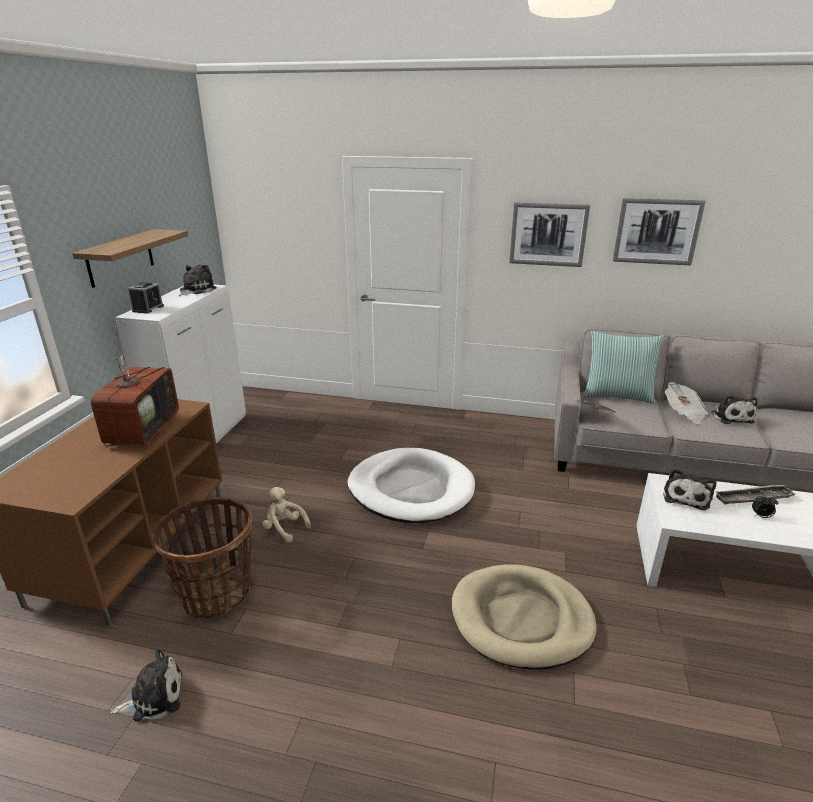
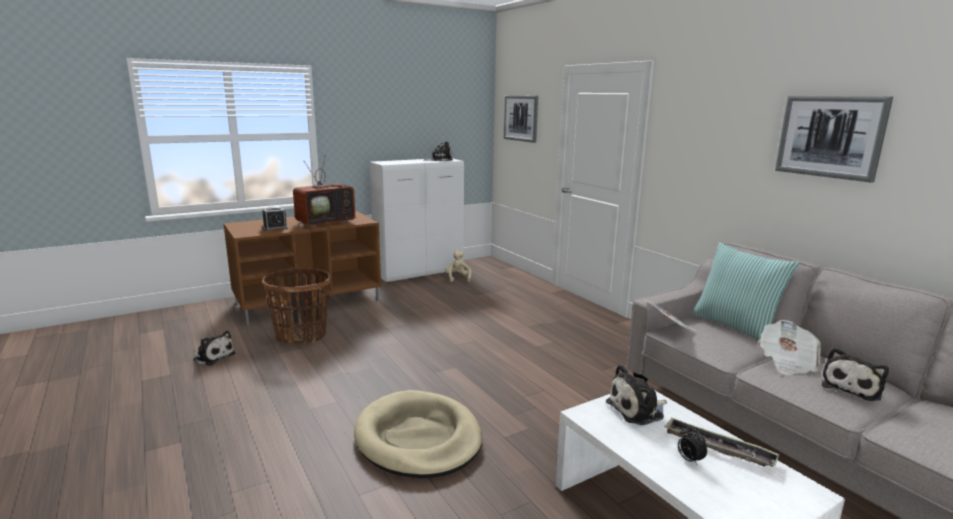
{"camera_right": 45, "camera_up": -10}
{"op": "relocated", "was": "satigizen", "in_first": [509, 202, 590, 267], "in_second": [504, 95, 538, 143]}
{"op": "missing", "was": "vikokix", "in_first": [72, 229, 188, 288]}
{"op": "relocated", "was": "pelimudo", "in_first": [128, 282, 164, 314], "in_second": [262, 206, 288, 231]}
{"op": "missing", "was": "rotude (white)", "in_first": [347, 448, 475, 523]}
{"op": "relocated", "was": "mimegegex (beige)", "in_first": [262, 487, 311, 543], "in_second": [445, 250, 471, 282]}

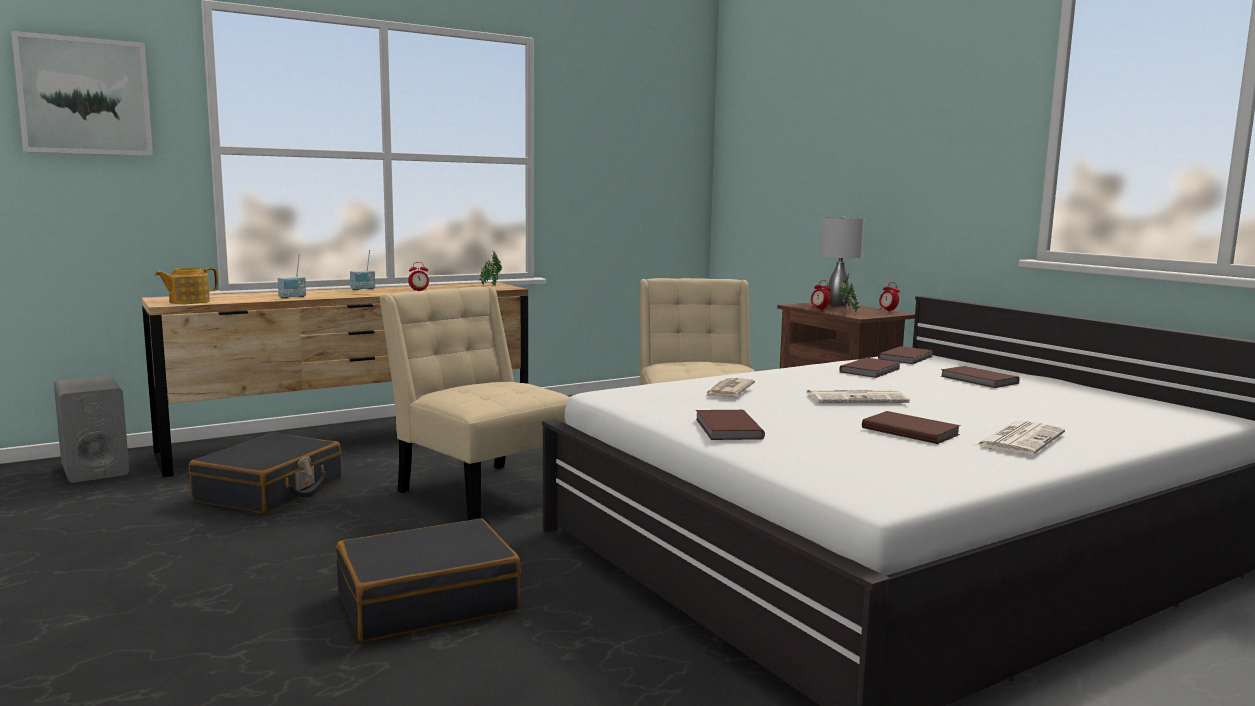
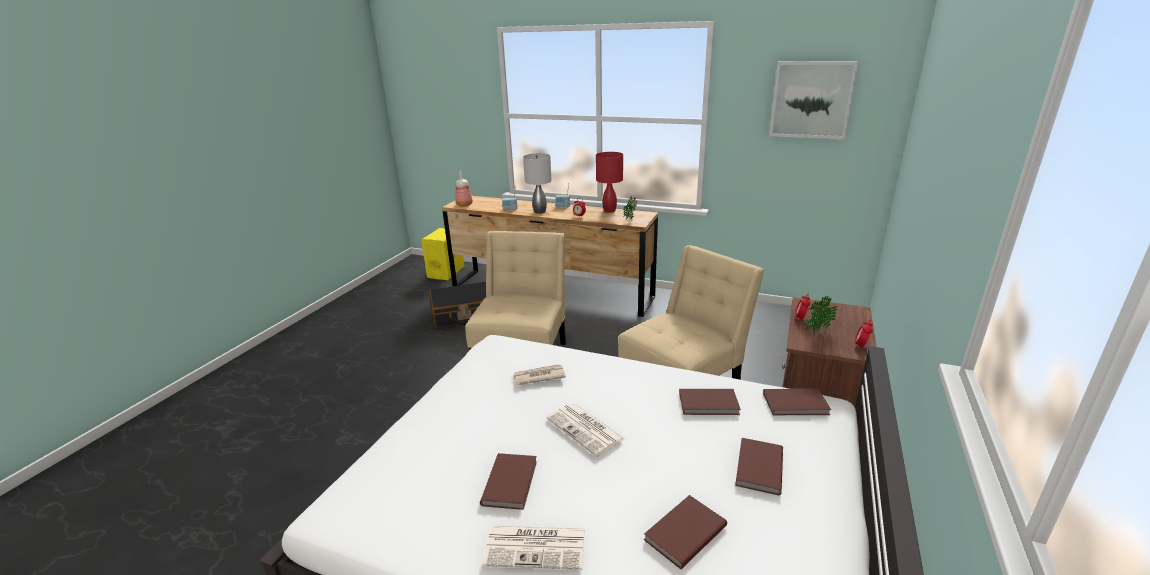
{"camera_right": 55, "camera_up": 15}
{"op": "relocated", "was": "satigizen", "in_first": [11, 31, 153, 156], "in_second": [769, 61, 858, 139]}
{"op": "relocated", "was": "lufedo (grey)", "in_first": [820, 216, 865, 306], "in_second": [523, 153, 552, 214]}
{"op": "exchanged", "was": "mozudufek", "now": "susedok", "in_first": [155, 267, 218, 304], "in_second": [455, 171, 473, 206]}
{"op": "colour", "was": "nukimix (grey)", "now": "nukimix (yellow)", "in_first": [54, 376, 129, 483], "in_second": [421, 228, 464, 280]}
{"op": "relocated", "was": "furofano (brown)", "in_first": [696, 410, 765, 440], "in_second": [644, 495, 727, 569]}
{"op": "missing", "was": "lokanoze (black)", "in_first": [336, 518, 521, 642]}
{"op": "appeared", "now": "lufedo (red)", "in_second": [596, 152, 623, 212]}

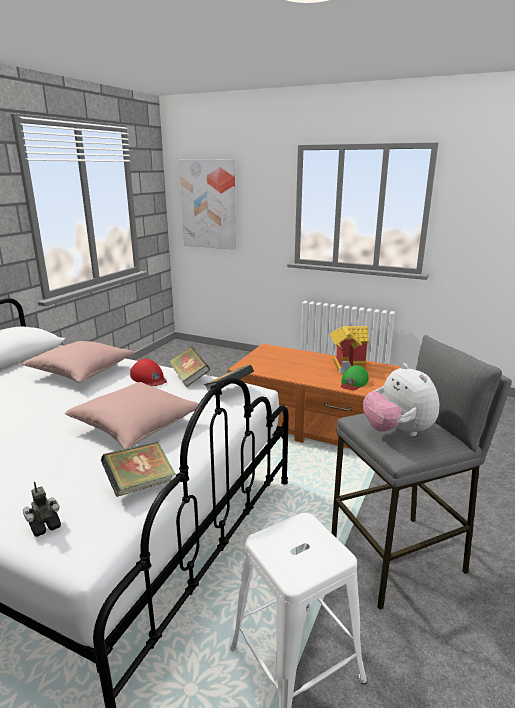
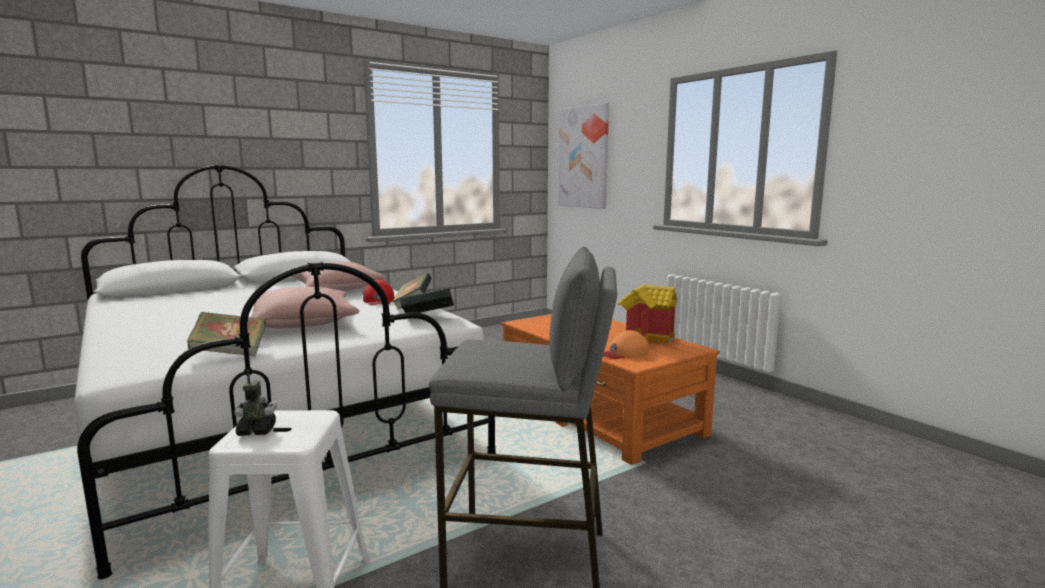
{"camera_right": 30, "camera_up": -10}
{"op": "missing", "was": "mimegegex", "in_first": [363, 363, 439, 436]}
{"op": "colour", "was": "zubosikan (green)", "now": "zubosikan (orange)", "in_first": [341, 365, 369, 390], "in_second": [603, 330, 649, 359]}
{"op": "relocated", "was": "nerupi", "in_first": [23, 481, 61, 537], "in_second": [234, 370, 277, 436]}

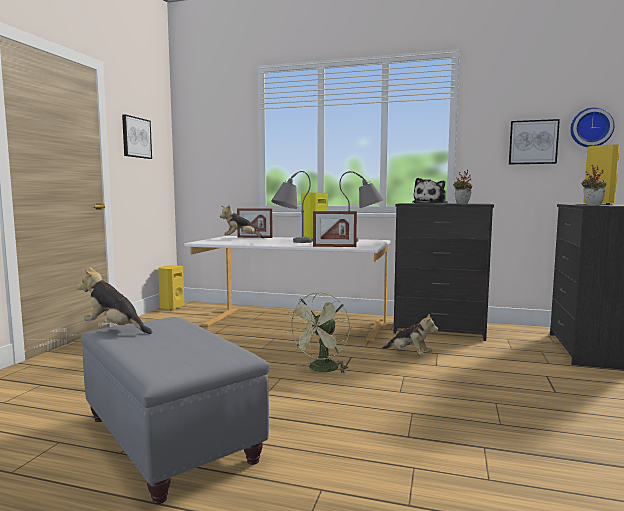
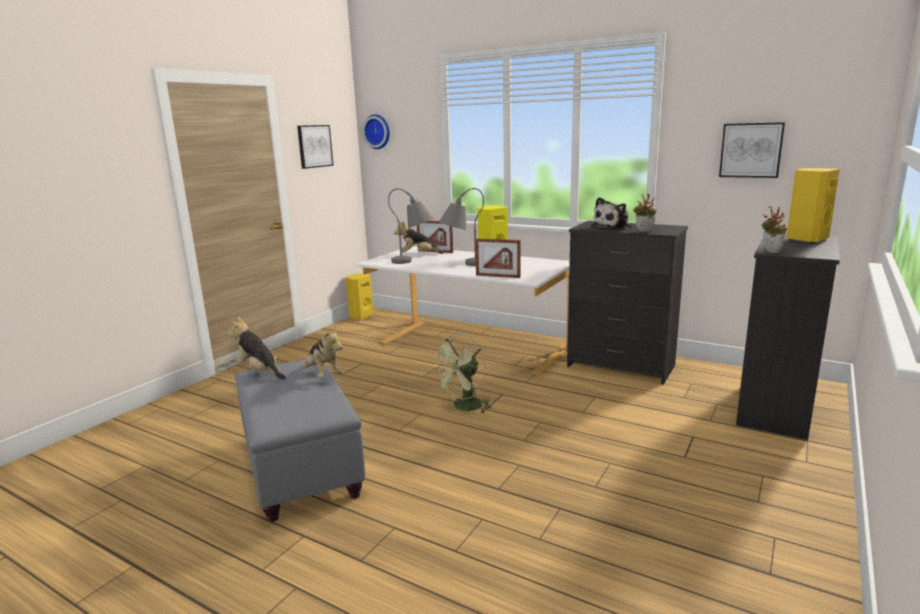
{"camera_right": 15, "camera_up": 10}
{"op": "relocated", "was": "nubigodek", "in_first": [570, 107, 615, 147], "in_second": [362, 114, 390, 149]}
{"op": "relocated", "was": "lufedo (grey)", "in_first": [339, 171, 384, 242], "in_second": [388, 188, 434, 264]}
{"op": "relocated", "was": "mimegegex", "in_first": [382, 314, 438, 355], "in_second": [303, 325, 342, 378]}

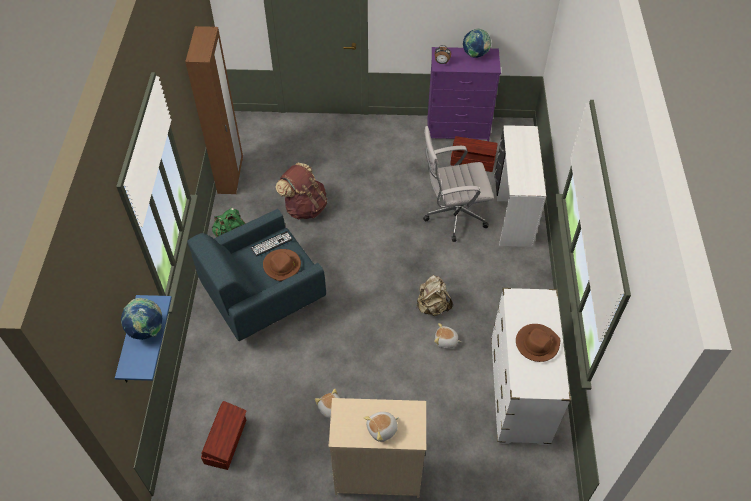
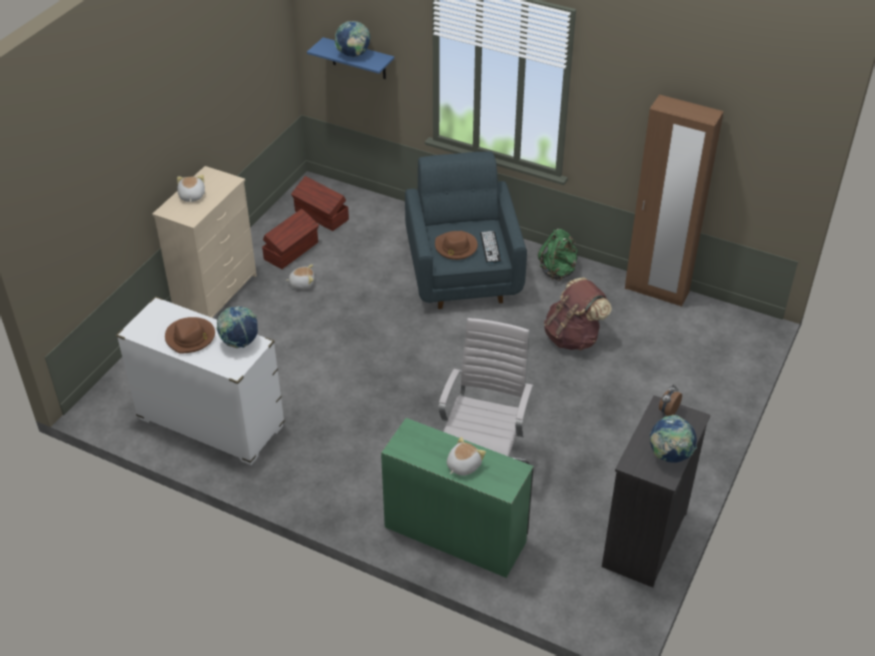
{"camera_right": 115, "camera_up": -10}
{"op": "colour", "was": "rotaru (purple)", "now": "rotaru (black)", "in_first": [427, 47, 501, 141], "in_second": [602, 395, 710, 587]}
{"op": "colour", "was": "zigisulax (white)", "now": "zigisulax (green)", "in_first": [494, 125, 546, 247], "in_second": [381, 418, 534, 578]}
{"op": "relocated", "was": "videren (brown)", "in_first": [450, 136, 498, 172], "in_second": [262, 209, 319, 269]}
{"op": "missing", "was": "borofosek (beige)", "in_first": [417, 275, 453, 316]}
{"op": "relocated", "was": "mimegegex", "in_first": [434, 323, 461, 349], "in_second": [447, 437, 486, 476]}
{"op": "appeared", "now": "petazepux", "in_second": [217, 306, 258, 348]}

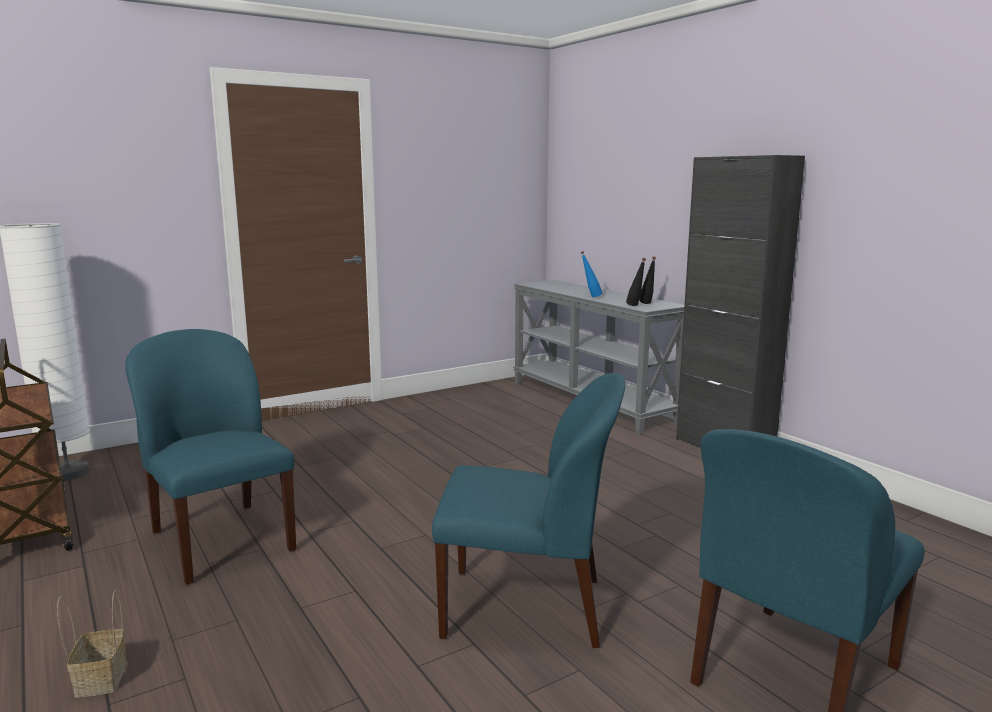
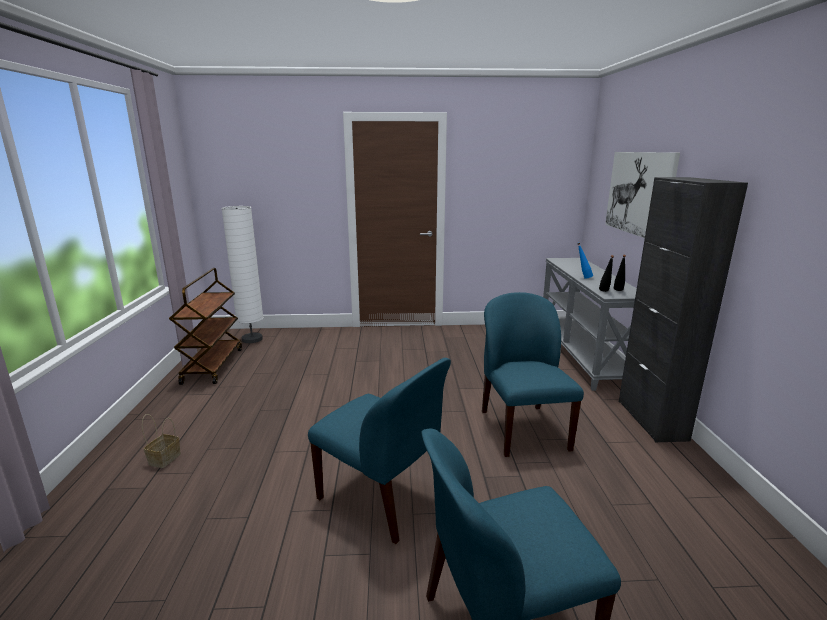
{"camera_right": 30, "camera_up": 5}
{"op": "relocated", "was": "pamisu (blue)", "in_first": [125, 329, 296, 585], "in_second": [482, 292, 584, 457]}
{"op": "appeared", "now": "satigizen", "in_second": [605, 152, 680, 238]}

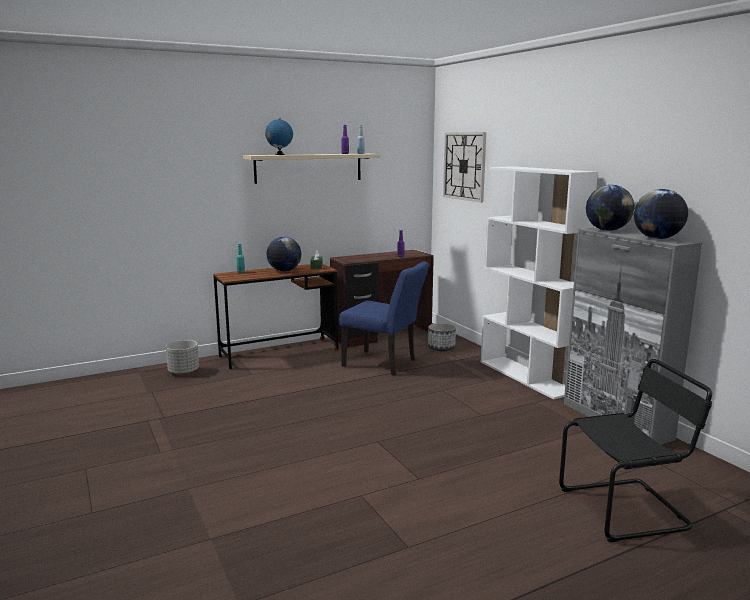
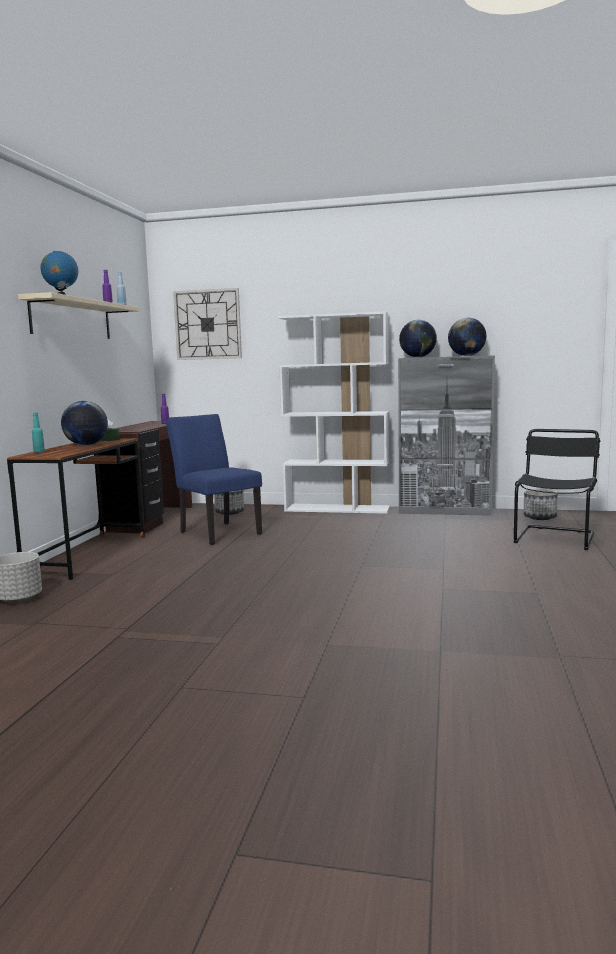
{"camera_right": -50, "camera_up": -5}
{"op": "spun", "was": "pamisu (blue)", "in_first": [339, 261, 429, 376], "in_second": [166, 414, 262, 545], "clockwise": -105}
{"op": "appeared", "now": "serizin", "in_second": [524, 489, 558, 520]}

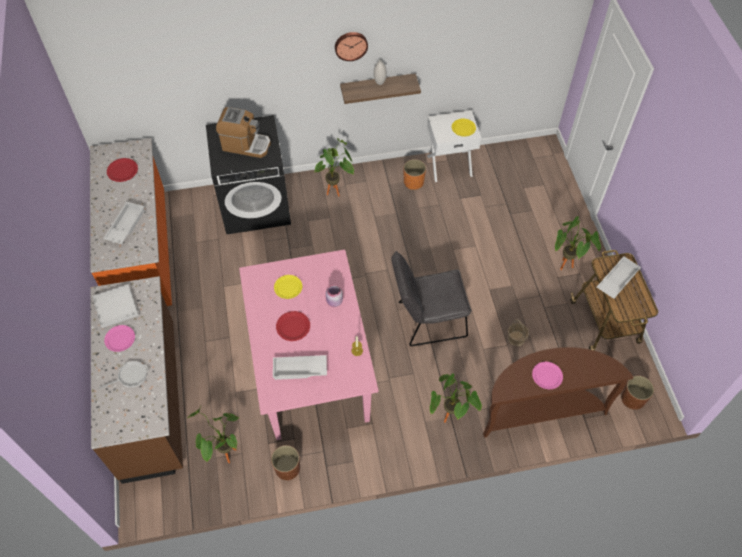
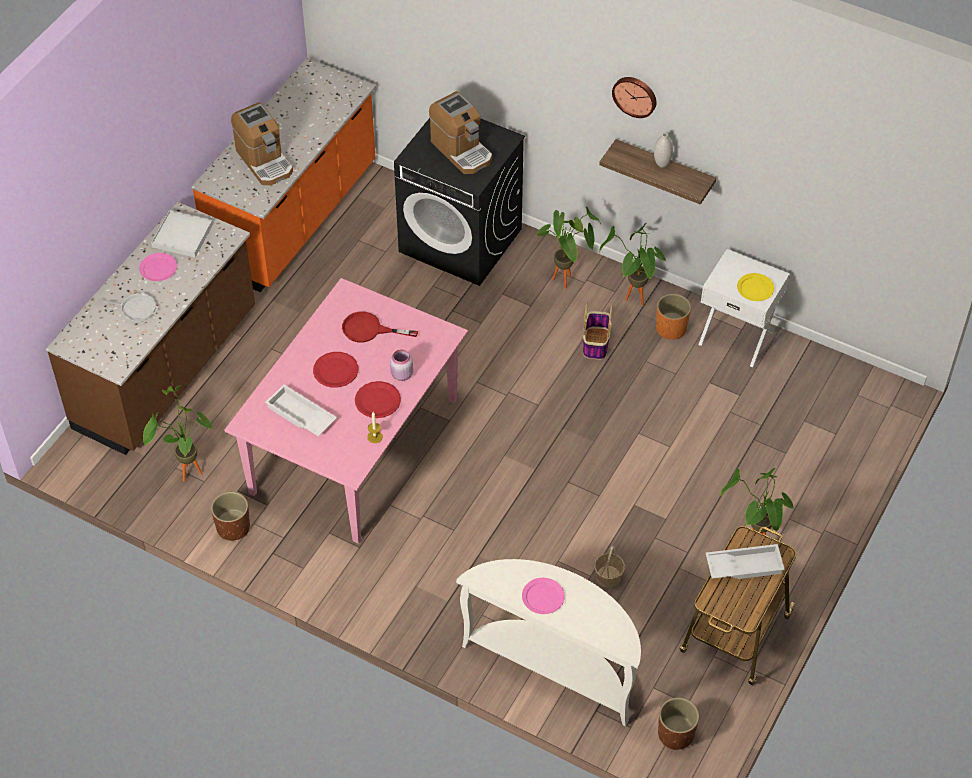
{"camera_right": 40, "camera_up": -5}
{"op": "relocated", "was": "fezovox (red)", "in_first": [107, 158, 138, 182], "in_second": [355, 381, 401, 418]}
{"op": "exchanged", "was": "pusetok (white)", "now": "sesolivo", "in_first": [103, 201, 145, 244], "in_second": [231, 102, 293, 186]}
{"op": "missing", "was": "pamisu (grey)", "in_first": [391, 251, 472, 346]}
{"op": "exchanged", "was": "fezovox (yellow)", "now": "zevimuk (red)", "in_first": [274, 275, 302, 299], "in_second": [342, 312, 418, 342]}
{"op": "colour", "was": "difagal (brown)", "now": "difagal (white)", "in_first": [483, 347, 633, 438], "in_second": [456, 559, 641, 727]}
{"op": "relocated", "was": "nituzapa", "in_first": [430, 373, 482, 423], "in_second": [599, 223, 667, 306]}
{"op": "appeared", "now": "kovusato", "in_second": [583, 302, 612, 360]}

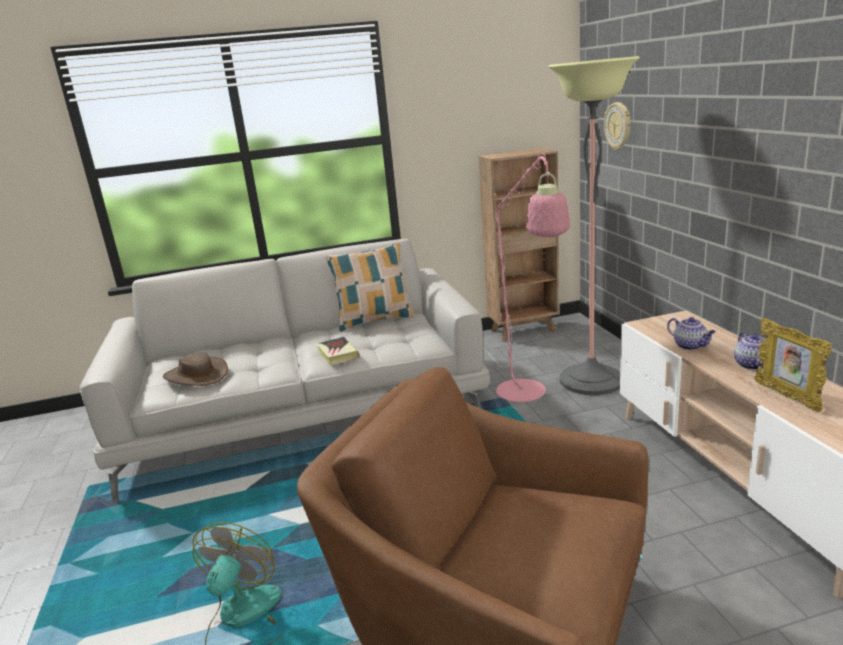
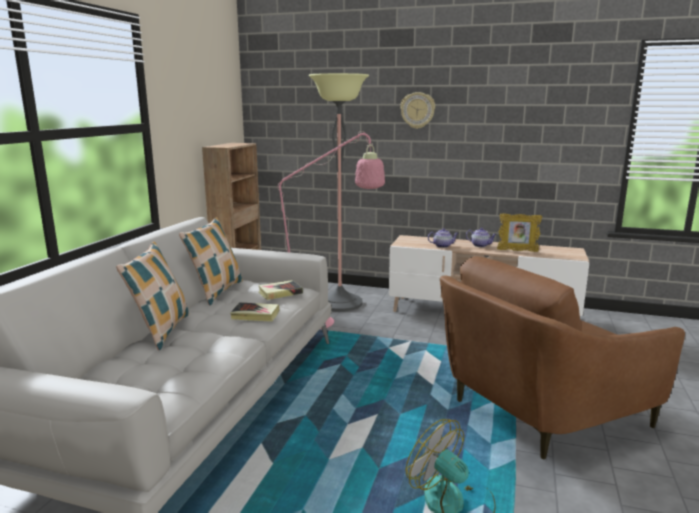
{"camera_right": -60, "camera_up": -5}
{"op": "relocated", "was": "nubigodek", "in_first": [604, 102, 630, 150], "in_second": [400, 92, 435, 129]}
{"op": "missing", "was": "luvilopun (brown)", "in_first": [163, 352, 228, 386]}
{"op": "appeared", "now": "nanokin", "in_second": [116, 242, 189, 351]}
{"op": "appeared", "now": "furofano", "in_second": [258, 280, 303, 300]}

